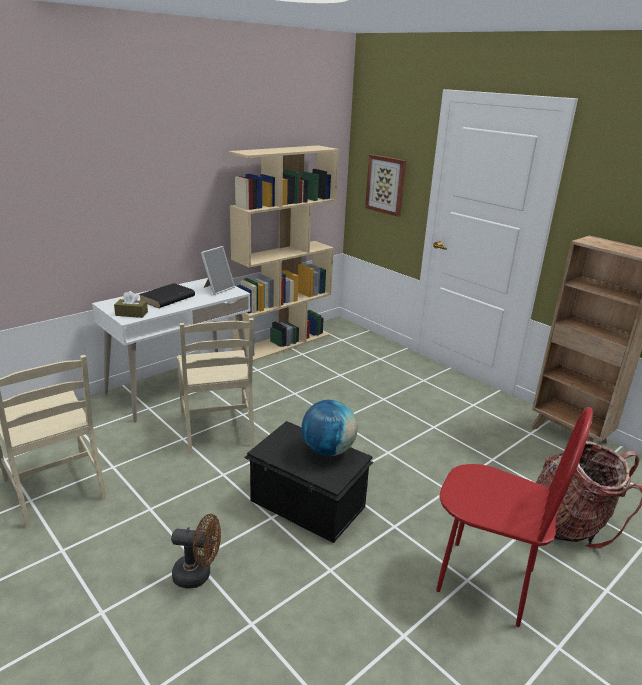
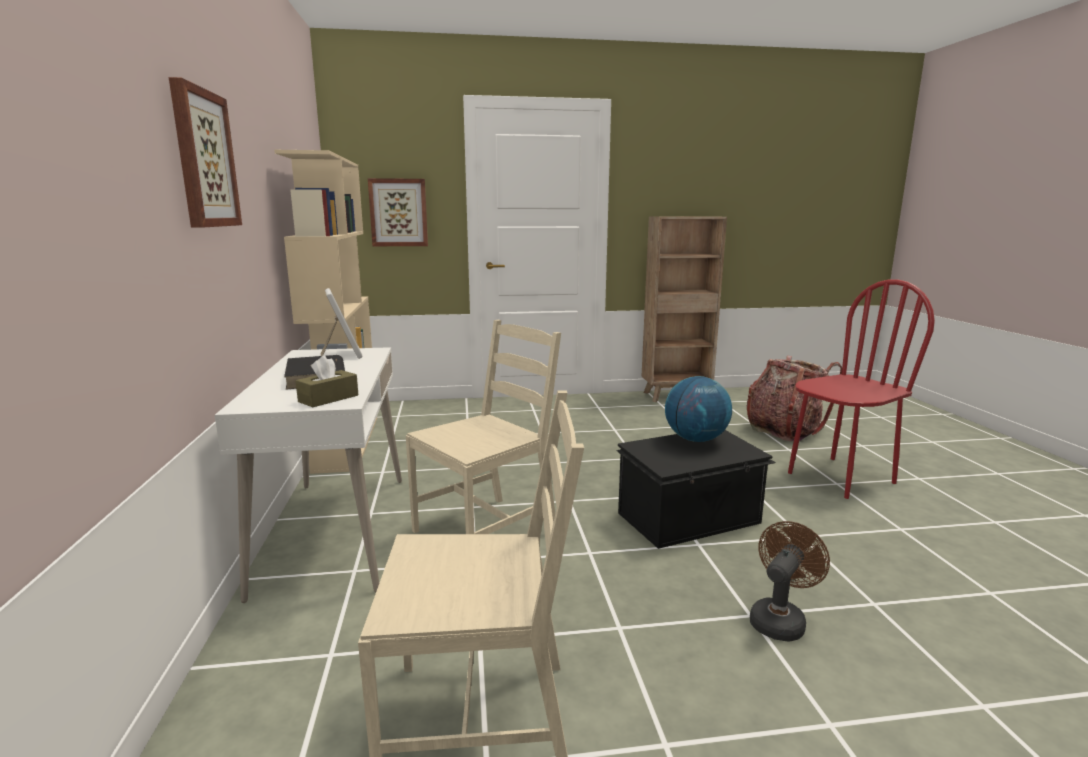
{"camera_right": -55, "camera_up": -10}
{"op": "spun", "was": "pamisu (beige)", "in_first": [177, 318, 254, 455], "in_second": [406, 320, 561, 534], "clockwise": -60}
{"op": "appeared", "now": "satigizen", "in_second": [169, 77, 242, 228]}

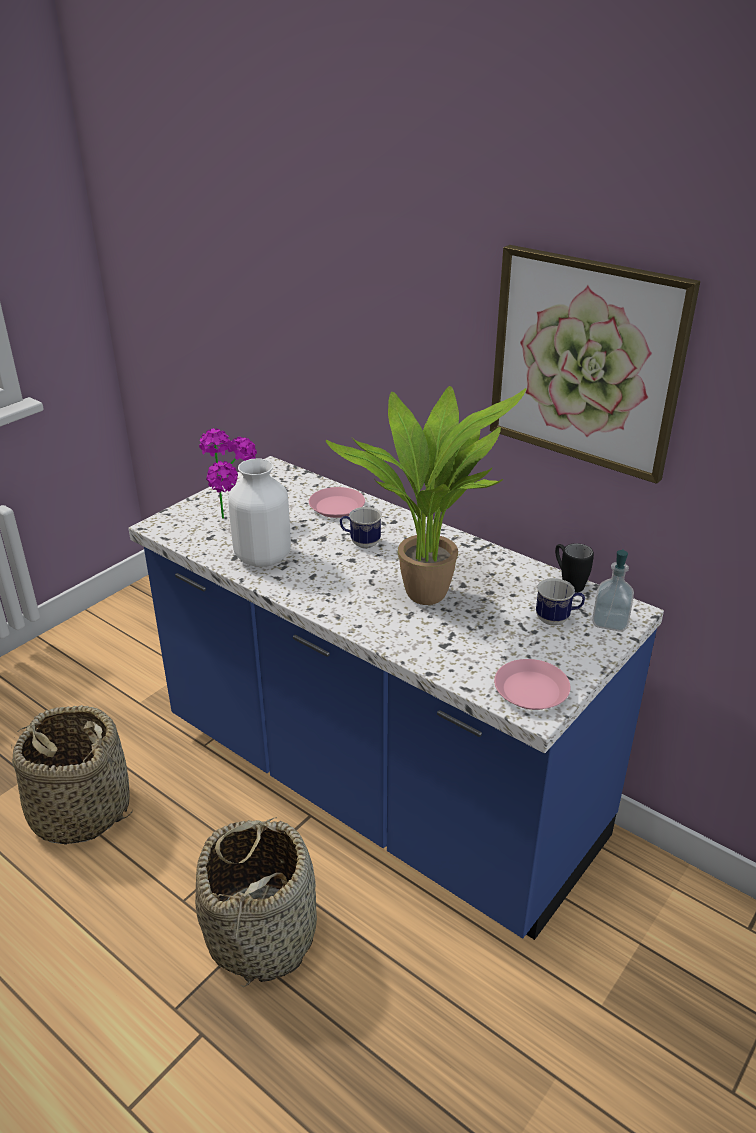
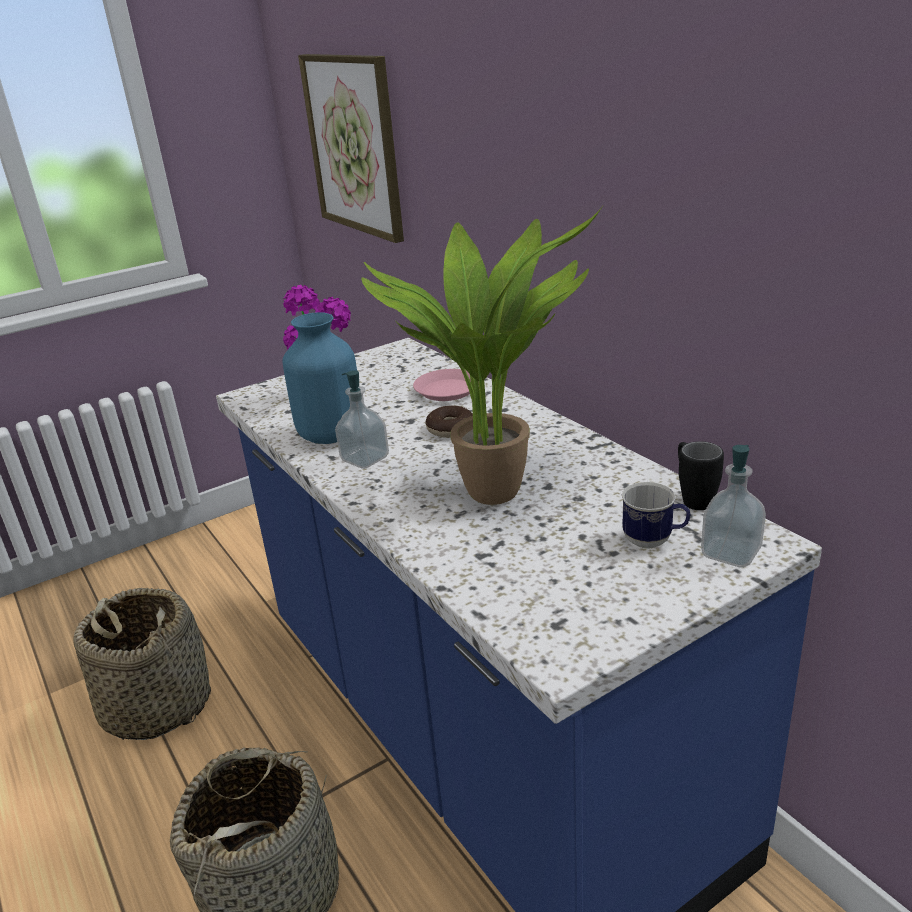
{"camera_right": 20, "camera_up": -5}
{"op": "relocated", "was": "satigizen", "in_first": [490, 245, 700, 484], "in_second": [298, 54, 404, 243]}
{"op": "colour", "was": "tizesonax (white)", "now": "tizesonax (blue)", "in_first": [228, 458, 291, 567], "in_second": [283, 313, 357, 444]}
{"op": "exchanged", "was": "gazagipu", "now": "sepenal", "in_first": [340, 507, 382, 549], "in_second": [425, 406, 473, 438]}
{"op": "missing", "was": "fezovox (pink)", "in_first": [494, 659, 571, 710]}
{"op": "appeared", "now": "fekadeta", "in_second": [335, 370, 389, 469]}

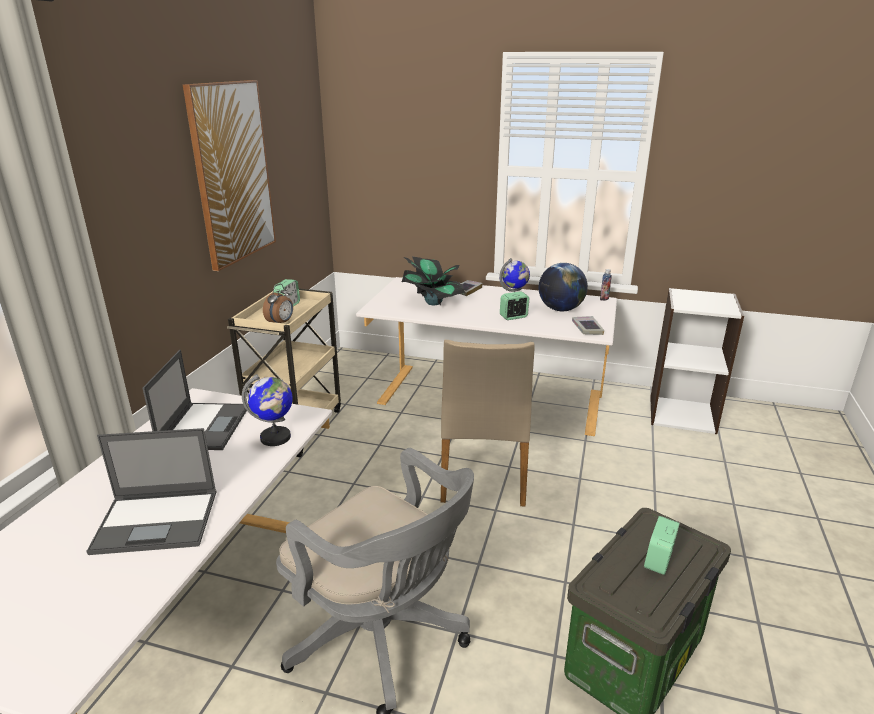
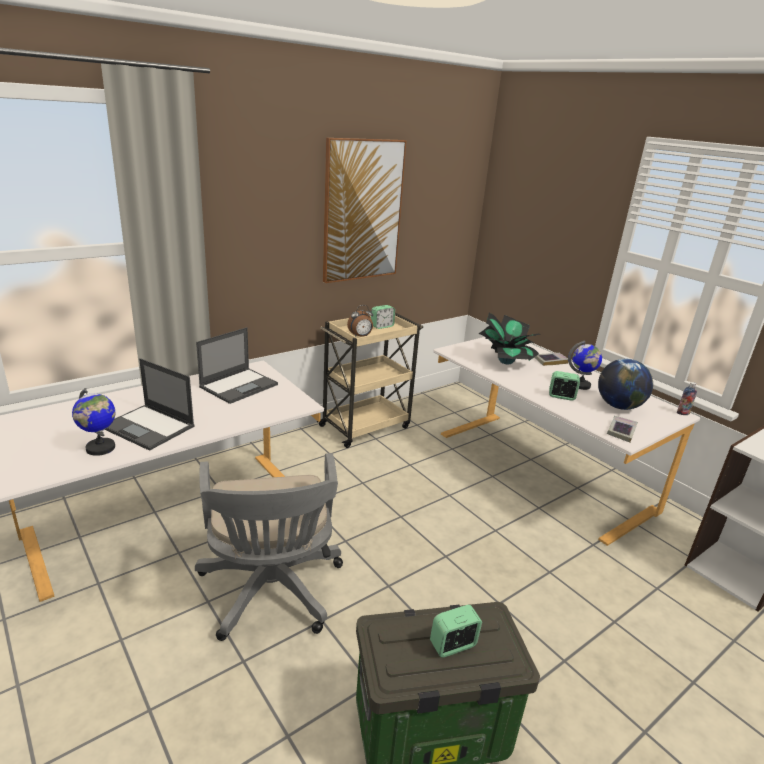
{"camera_right": 35, "camera_up": 0}
{"op": "missing", "was": "pamisu (beige)", "in_first": [441, 340, 535, 507]}
{"op": "relocated", "was": "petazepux", "in_first": [242, 374, 293, 446], "in_second": [72, 388, 115, 456]}

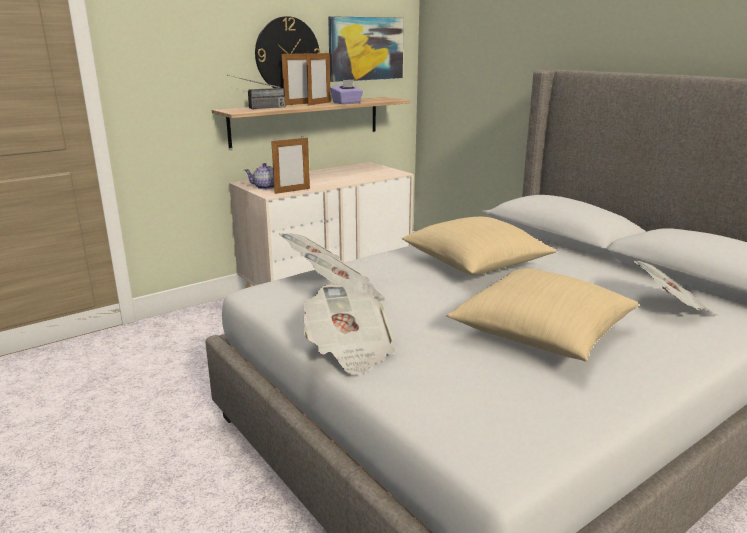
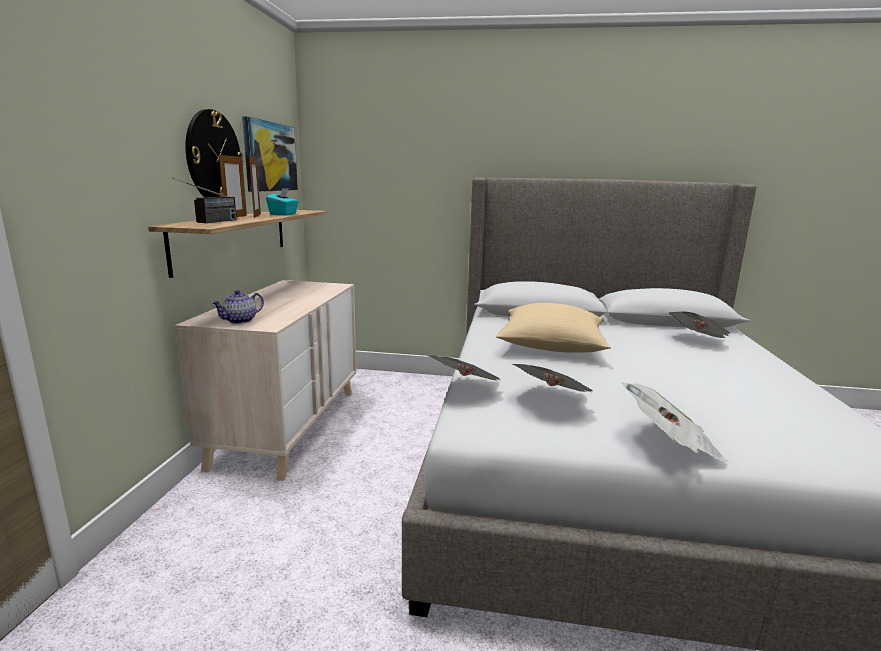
{"camera_right": -45, "camera_up": -5}
{"op": "colour", "was": "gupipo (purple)", "now": "gupipo (turquoise)", "in_first": [330, 80, 363, 104], "in_second": [266, 188, 299, 215]}
{"op": "missing", "was": "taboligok", "in_first": [271, 137, 310, 194]}
{"op": "missing", "was": "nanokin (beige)", "in_first": [446, 268, 638, 361]}

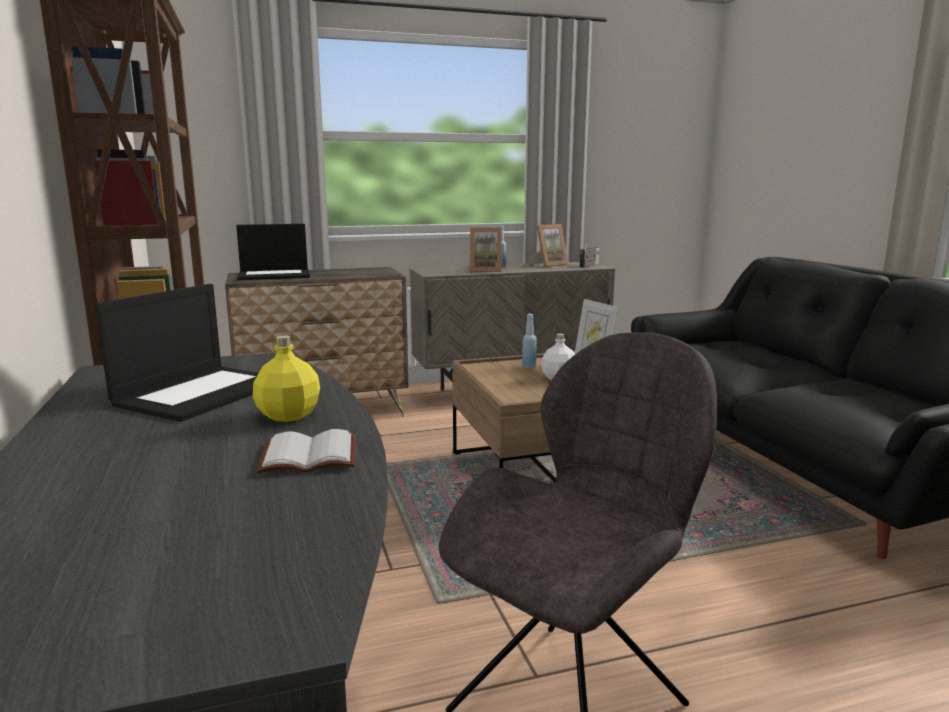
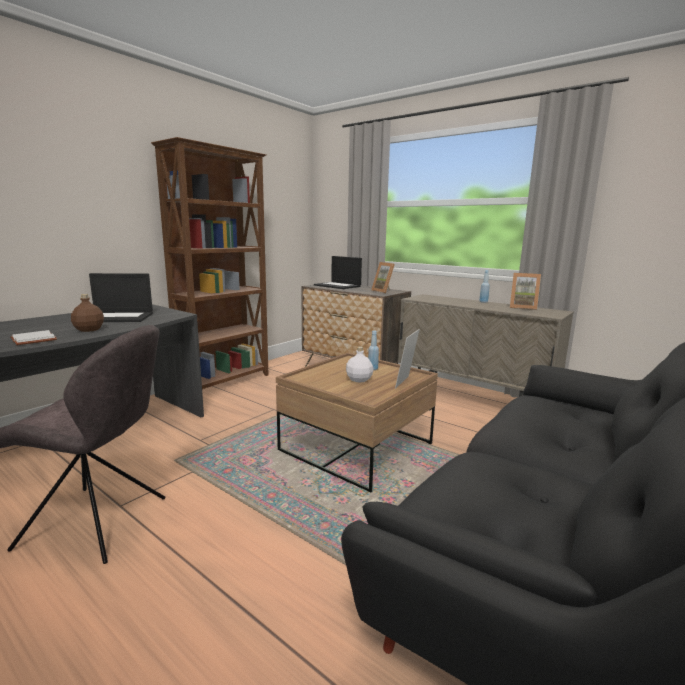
{"camera_right": 55, "camera_up": 0}
{"op": "relocated", "was": "taboligok", "in_first": [470, 228, 502, 272], "in_second": [371, 262, 395, 293]}
{"op": "missing", "was": "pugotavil", "in_first": [580, 239, 599, 268]}
{"op": "colour", "was": "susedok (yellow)", "now": "susedok (brown)", "in_first": [253, 336, 320, 422], "in_second": [71, 294, 104, 332]}

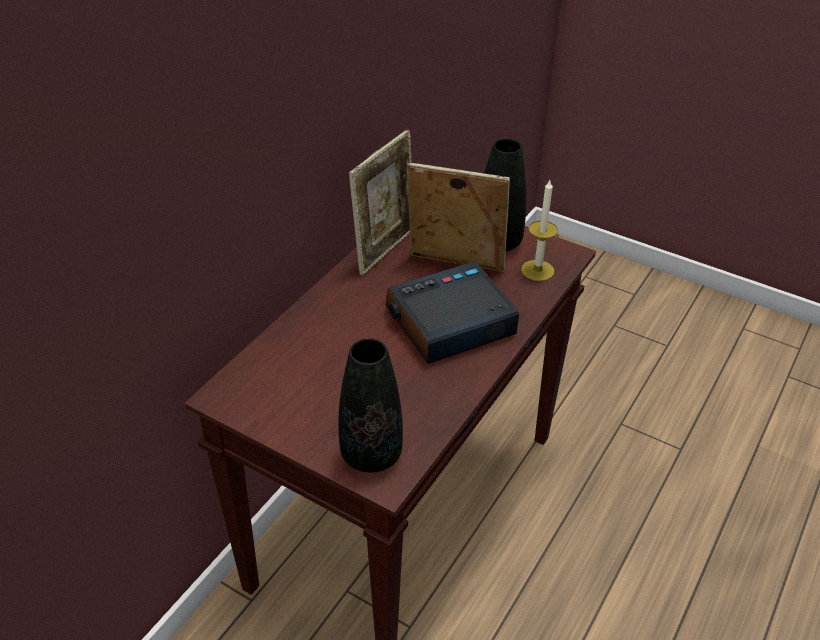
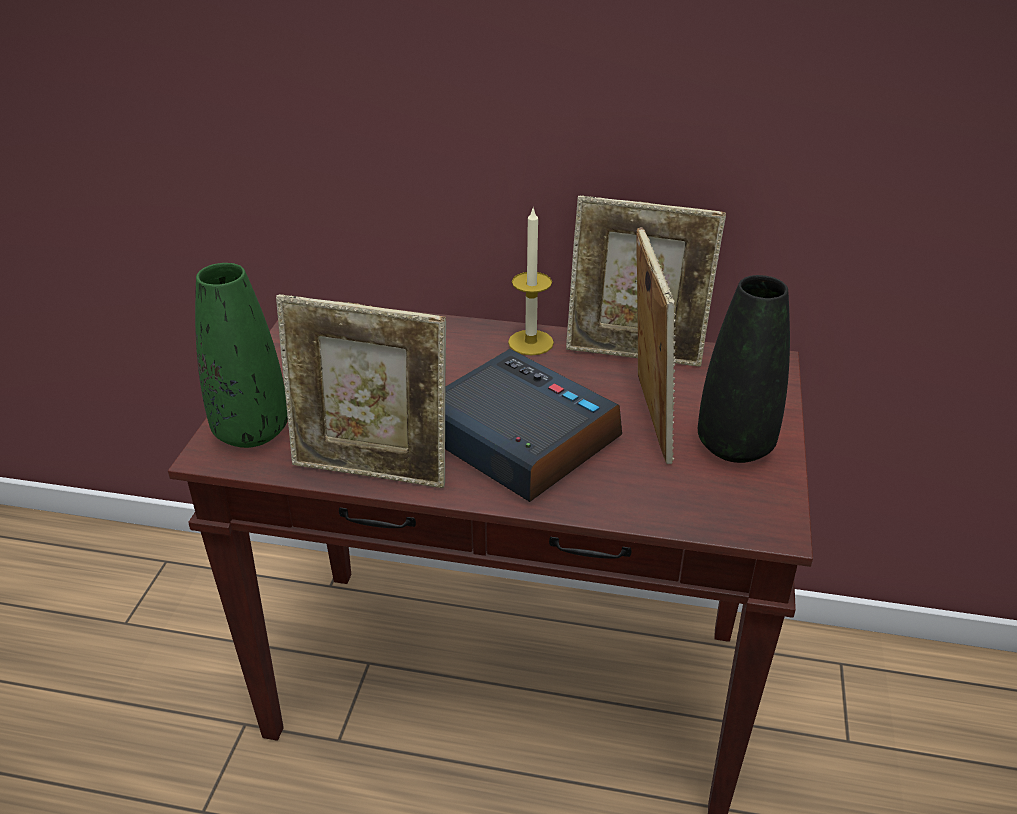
{"camera_right": 70, "camera_up": -5}
{"op": "relocated", "was": "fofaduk", "in_first": [521, 180, 558, 281], "in_second": [508, 206, 554, 355]}
{"op": "colour", "was": "tizesonax (black)", "now": "tizesonax (green)", "in_first": [338, 338, 403, 473], "in_second": [195, 263, 288, 448]}
{"op": "appeared", "now": "taboligok", "in_second": [276, 294, 446, 488]}

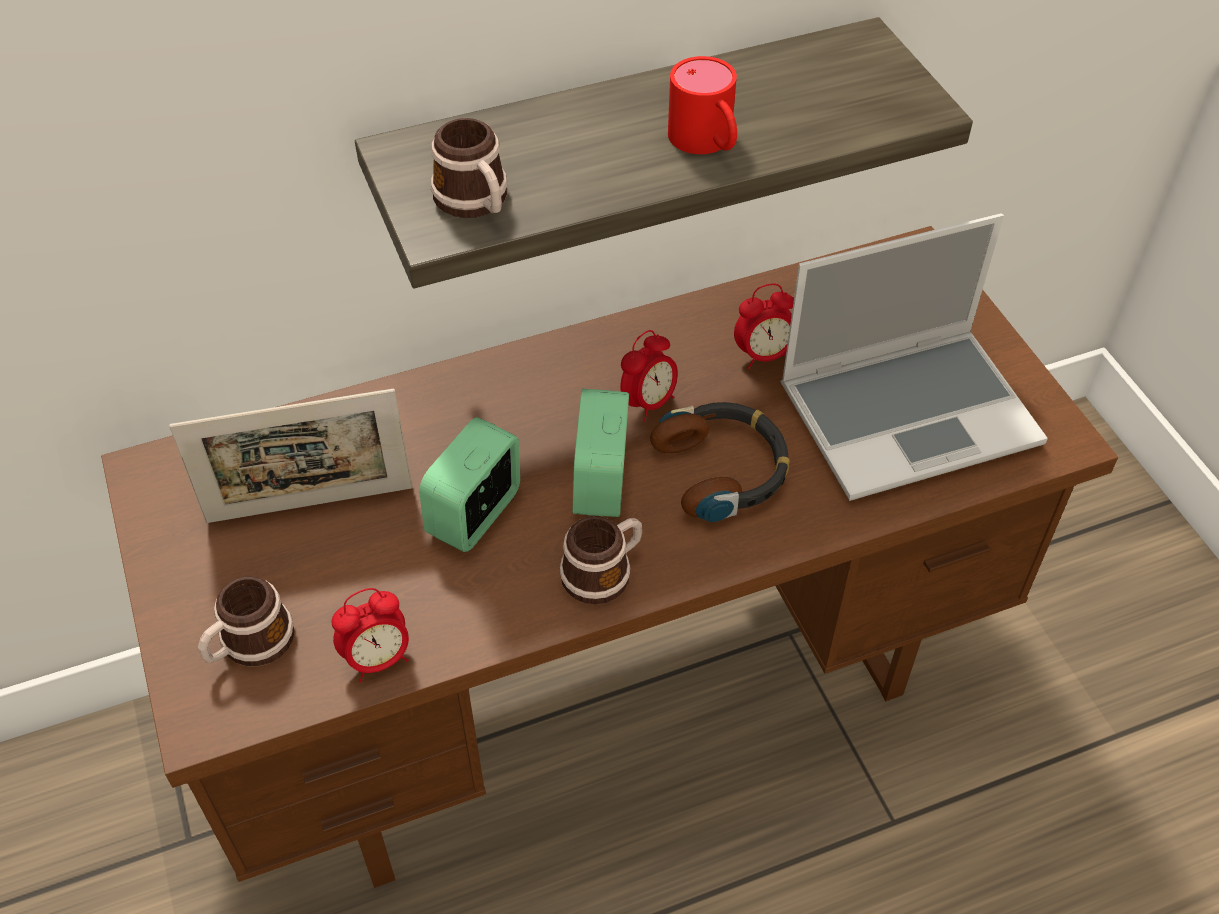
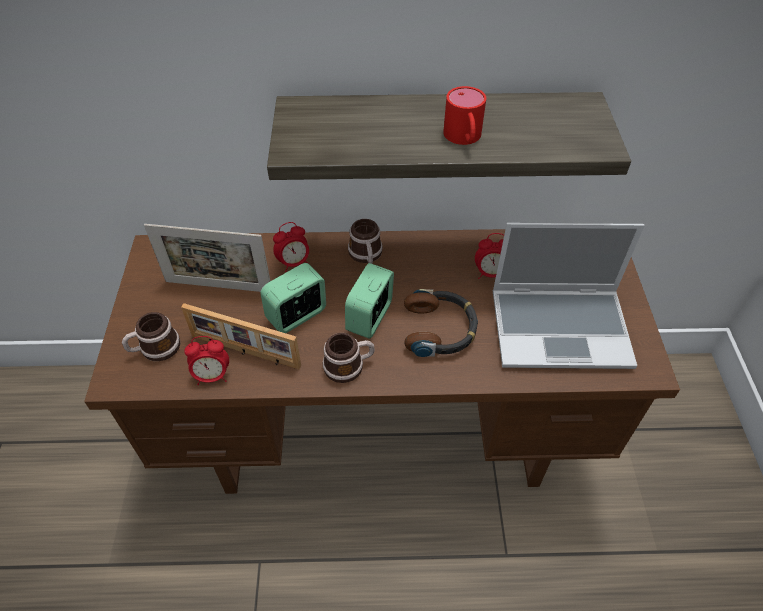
{"camera_right": 20, "camera_up": 0}
{"op": "relocated", "was": "gazagipu", "in_first": [431, 118, 507, 218], "in_second": [348, 219, 383, 264]}
{"op": "relocated", "was": "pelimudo", "in_first": [620, 330, 678, 422], "in_second": [273, 222, 309, 272]}
{"op": "appeared", "now": "taboligok", "in_second": [181, 303, 301, 369]}

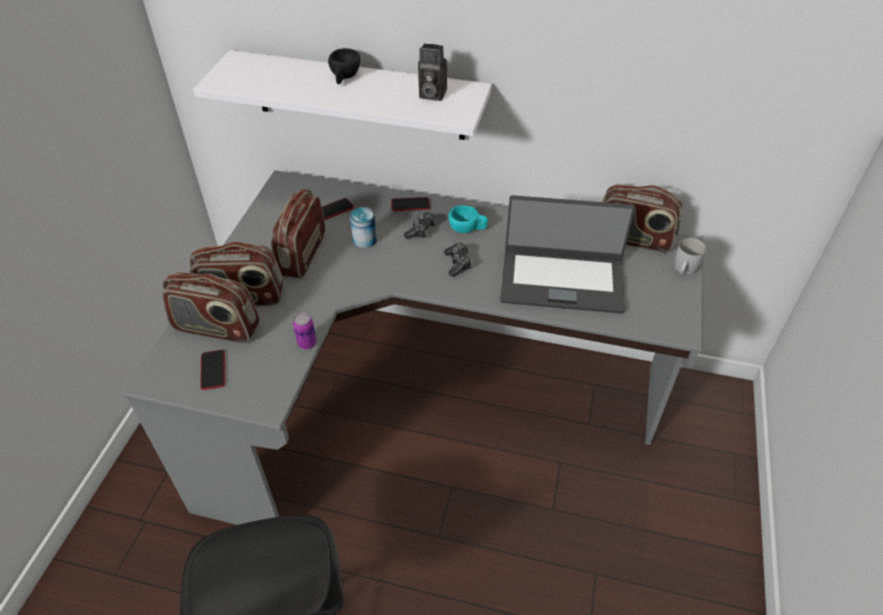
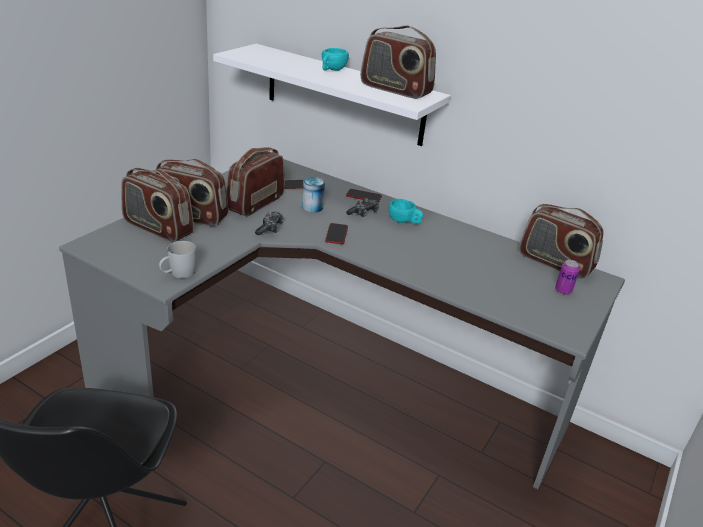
{"camera_right": 15, "camera_up": -15}
{"op": "exchanged", "was": "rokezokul", "now": "pugotavil", "in_first": [418, 43, 447, 101], "in_second": [361, 25, 436, 99]}
{"op": "colour", "was": "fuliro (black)", "now": "fuliro (turquoise)", "in_first": [328, 48, 360, 84], "in_second": [322, 48, 349, 71]}
{"op": "missing", "was": "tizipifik", "in_first": [500, 195, 635, 314]}
{"op": "relocated", "was": "gazagipu (white)", "in_first": [675, 238, 706, 275], "in_second": [159, 241, 196, 278]}
{"op": "relocated", "was": "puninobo", "in_first": [444, 243, 472, 277], "in_second": [255, 212, 284, 235]}
{"op": "relocated", "was": "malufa", "in_first": [293, 313, 317, 349], "in_second": [555, 260, 580, 295]}
{"op": "relocated", "was": "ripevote", "in_first": [200, 350, 225, 390], "in_second": [325, 223, 348, 244]}

